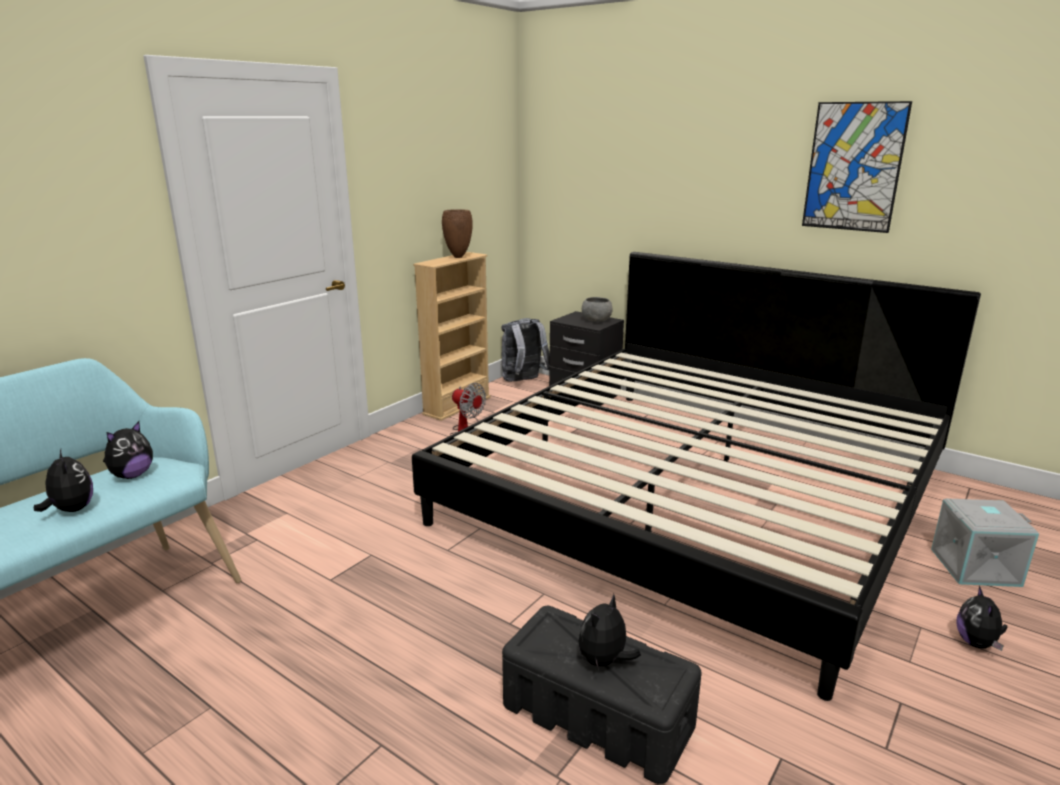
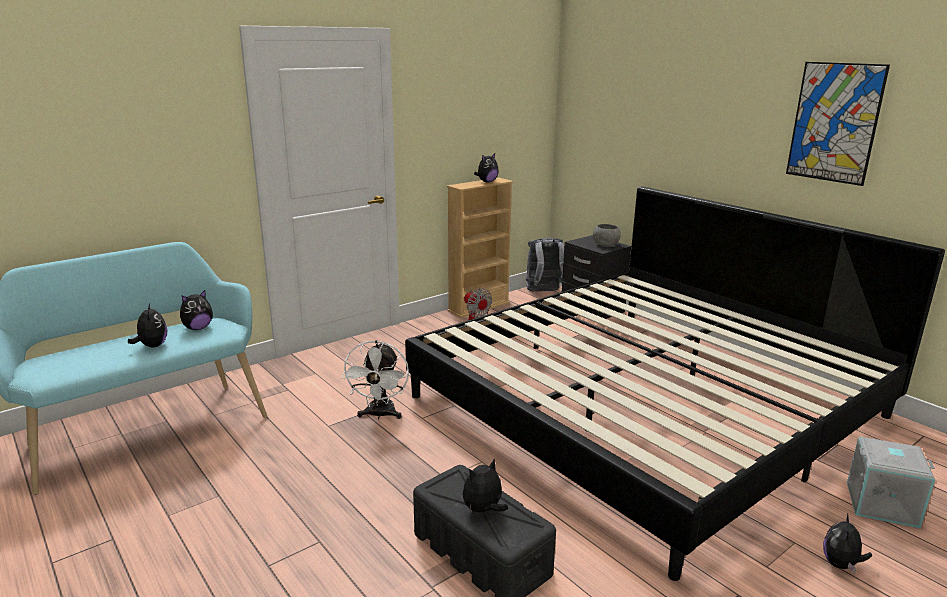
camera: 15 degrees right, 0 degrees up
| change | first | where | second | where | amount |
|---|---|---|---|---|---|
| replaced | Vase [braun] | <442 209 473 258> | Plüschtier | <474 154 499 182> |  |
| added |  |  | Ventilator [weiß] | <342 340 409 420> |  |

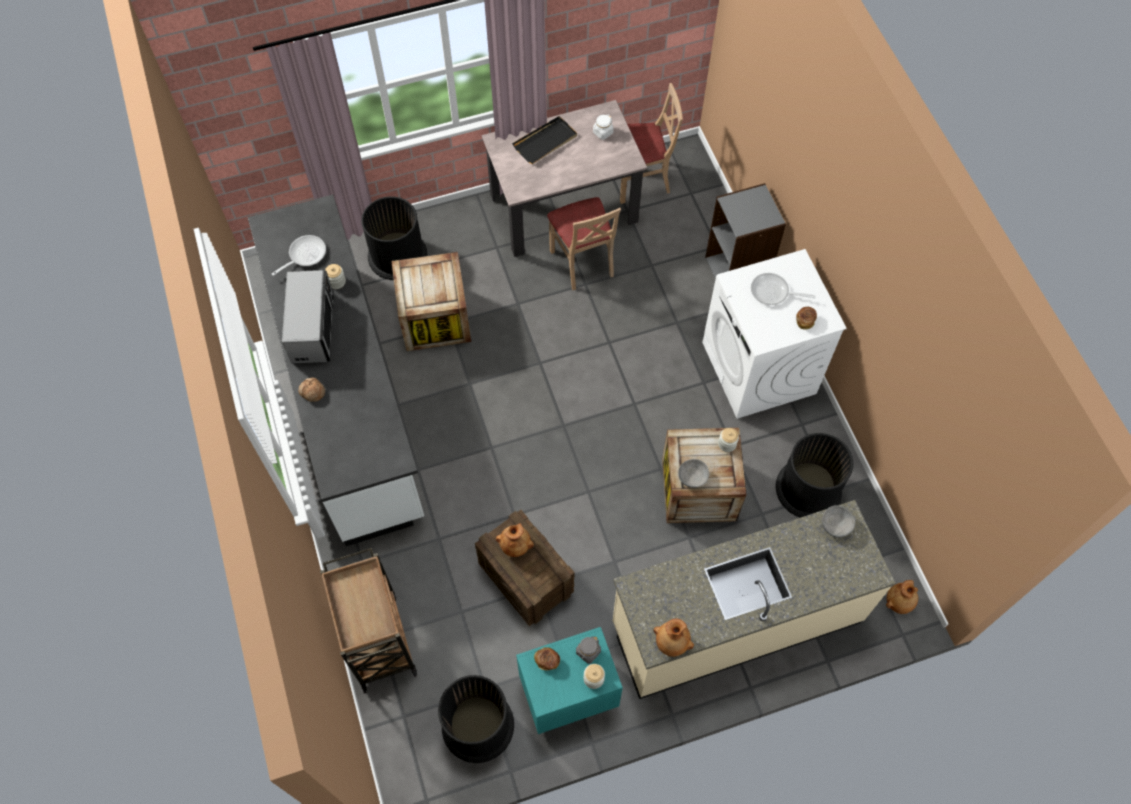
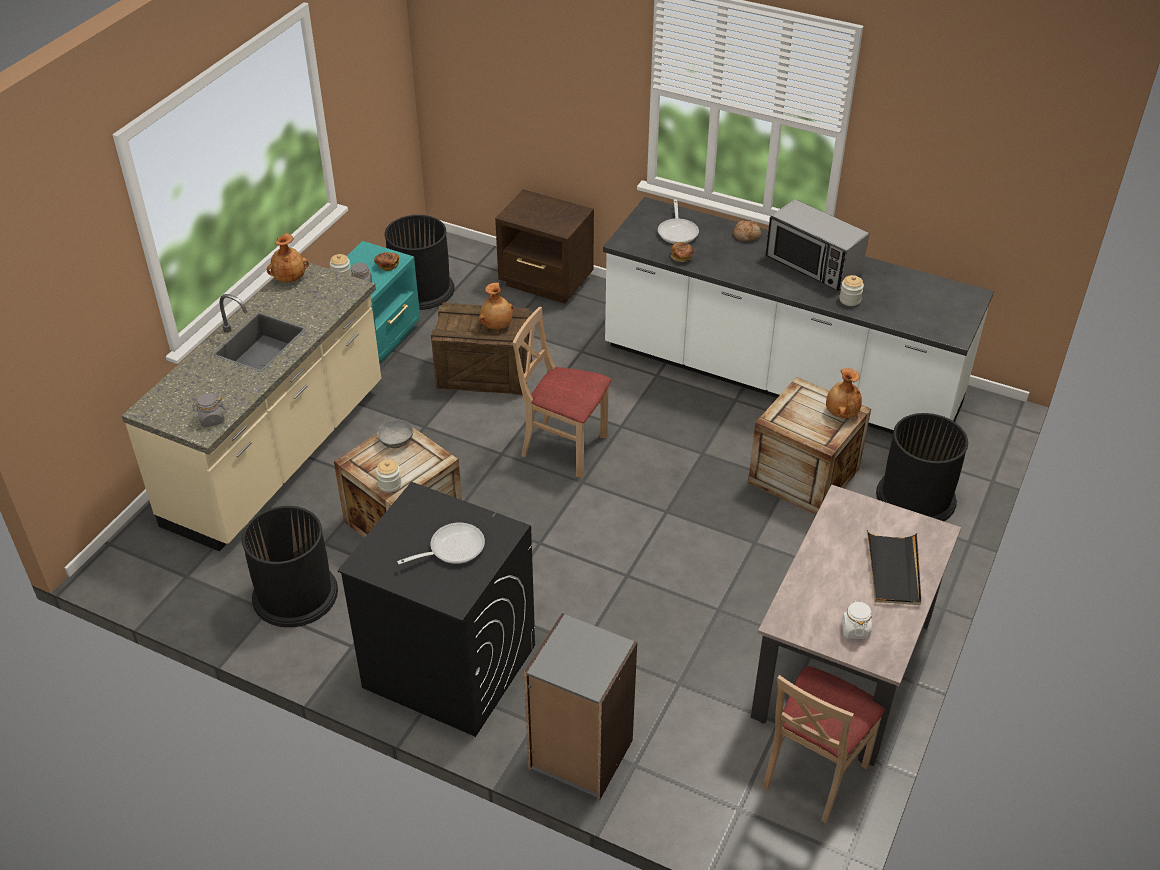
camera: 135 degrees right, 20 degrees down
| change | first | where | second | where | amount |
|---|---|---|---|---|---|
| moved | Stuhl [beige] | <547 197 621 290> |  | <513 307 611 478> |  |
| moved | Pfanne | <272 235 326 276> |  | <658 199 699 244> |  |
| recoloured | Waschmaschine [weiß] | <702 249 847 419> | Waschmaschine [schwarz] | <337 482 535 737> |  |
| moved | Brot | <796 307 817 330> |  | <671 242 694 262> |  |
| replaced | Schüssel [grau] | <822 505 855 538> | Vorratsglas [grau] | <192 393 225 427> |  |
| replaced | Rollwagen [braun] | <320 548 417 694> | Nachttisch [braun] | <495 189 594 304> |  |
| moved | Vase [braun] | <886 580 918 614> |  | <826 368 862 418> |  |

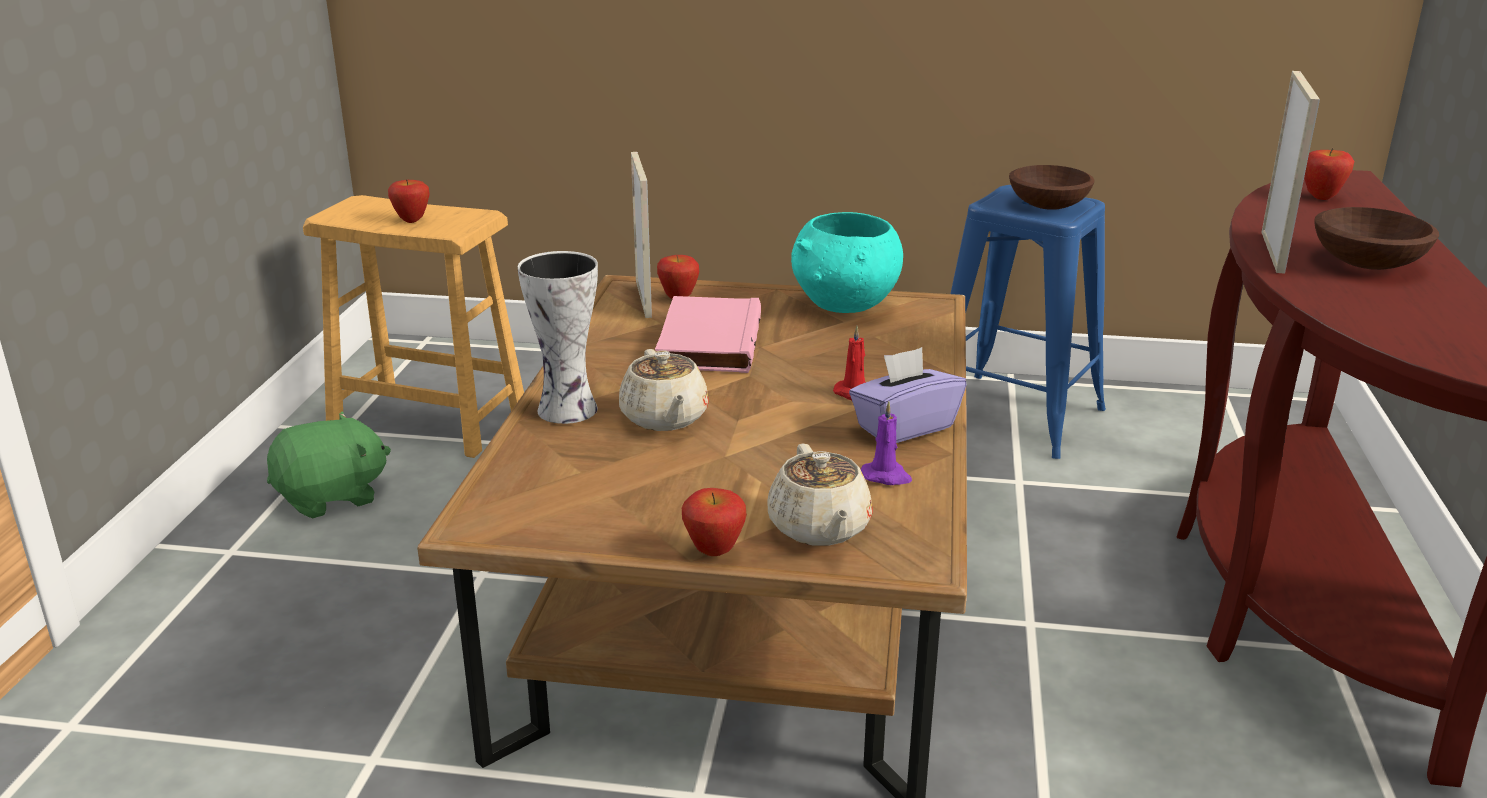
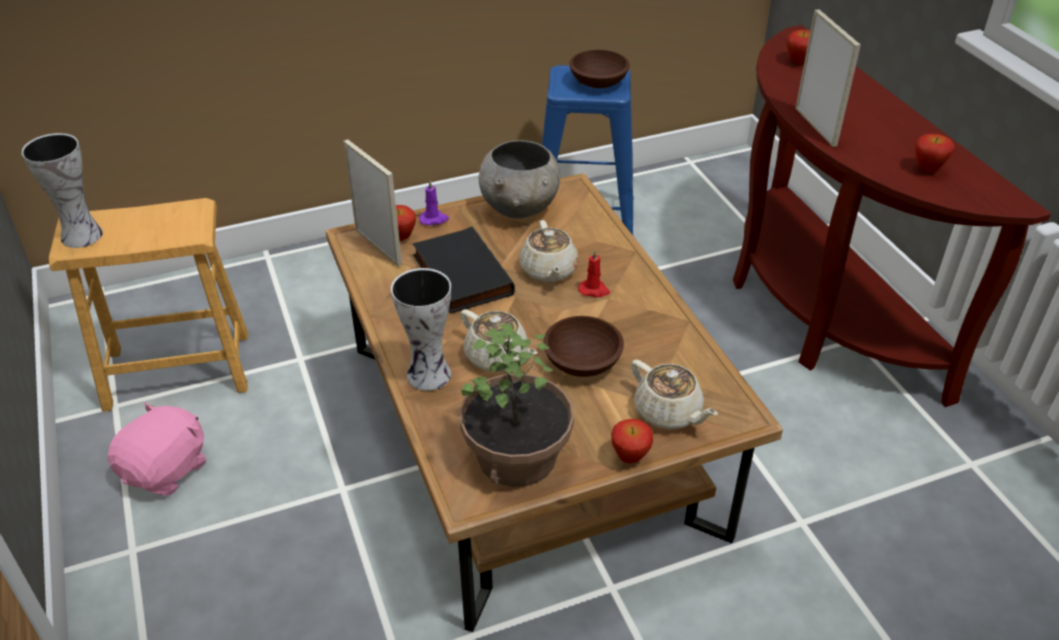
camera: 30 degrees left, 15 degrees up
| change | first | where | second | where | amount |
|---|---|---|---|---|---|
| moved | Apfel | <388 179 430 223> |  | <915 134 954 173> |  |
| moved | Schüssel [braun] | <1314 207 1439 270> |  | <543 316 624 377> |  |
| recoloured | Schüssel [türkis] | <791 212 903 313> | Schüssel [grau] | <479 140 560 218> |  |
| recoloured | Buch [rosa] | <655 296 761 373> | Buch [schwarz] | <413 226 515 314> |  |
| removed | Taschentuchbox [lila] | <849 347 967 443> |  |  |  |
| moved | Kerze [lila] | <861 401 912 485> |  | <419 180 449 225> |  |
| recoloured | Plüschtier [grün] | <267 412 391 519> | Plüschtier [rosa] | <108 402 206 496> |  |
| added |  |  | Vase | <21 133 103 248> |  |
| added |  |  | Teekanne [beige] | <519 220 578 282> |  |
| added |  |  | Topfpflanze | <460 323 574 487> |  |

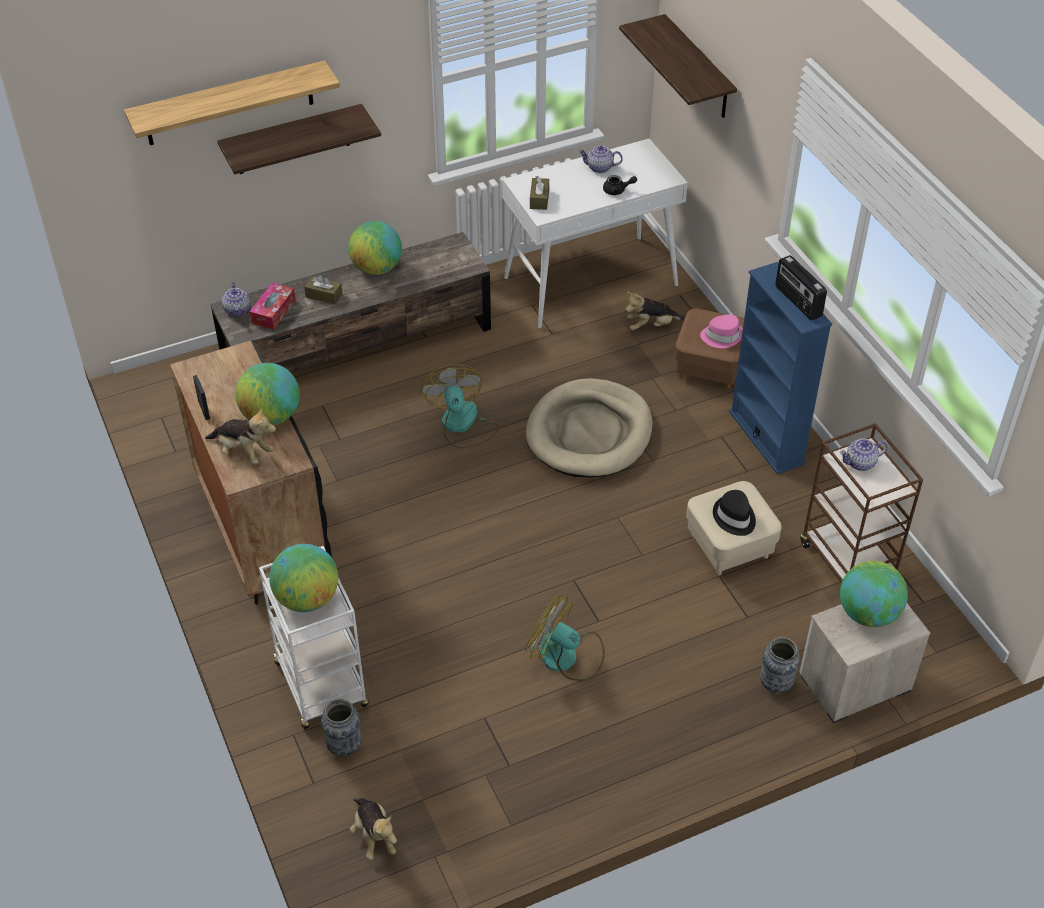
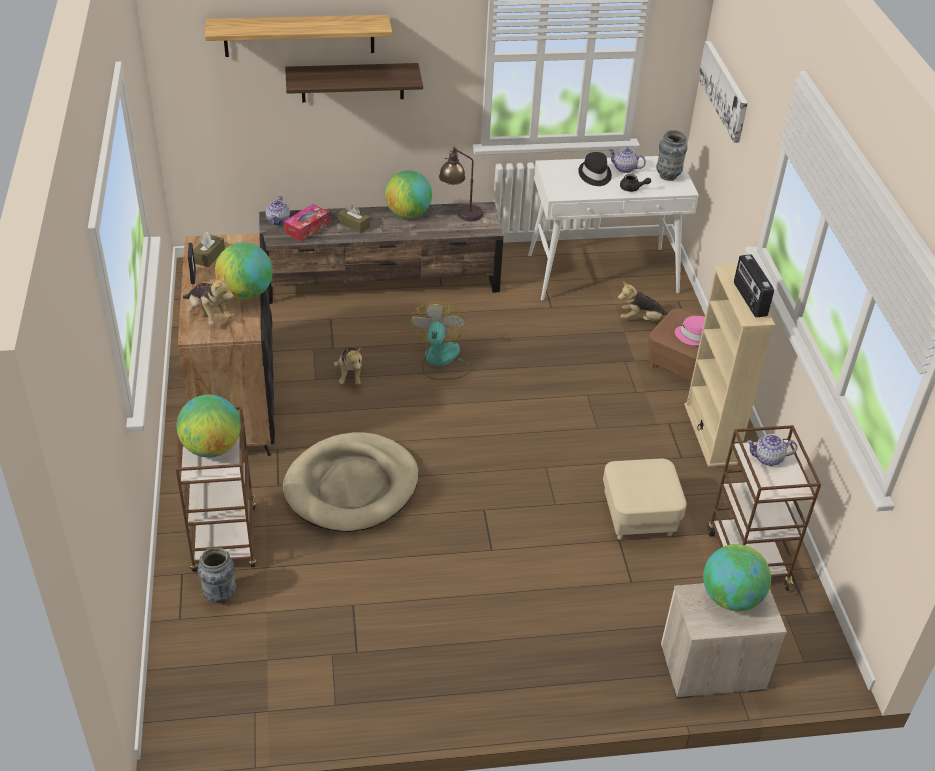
camera: 15 degrees right, 5 degrees down
| change | first | where | second | where | amount |
|---|---|---|---|---|---|
| replaced | Wandregal | <619 14 737 118> | Bild | <698 41 748 143> |  |
| moved | Taschentuchbox [braun] | <530 176 549 210> |  | <193 232 225 267> |  |
| recoloured | Bücherregal [blau] | <729 262 832 474> | Bücherregal [beige] | <684 264 775 467> |  |
| moved | Hundebett [beige] | <526 378 653 478> |  | <283 432 419 532> |  |
| moved | Hut [schwarz] | <713 490 756 536> |  | <578 152 612 186> |  |
| recoloured | Rollwagen [weiß] | <259 546 369 729> | Rollwagen [braun] | <176 406 257 572> |  |
| removed | Ventilator | <526 595 605 681> |  |  |  |
| moved | Vase | <760 637 800 694> |  | <656 130 688 181> |  |
| moved | Plüschtier | <350 798 397 860> |  | <334 347 362 385> |  |
| added |  |  | Tischlampe | <439 147 483 221> |  |

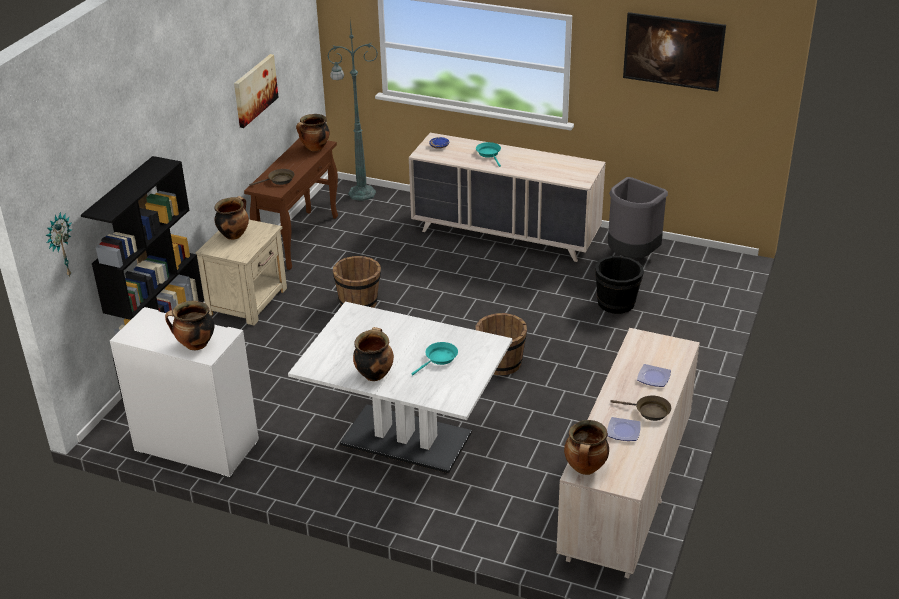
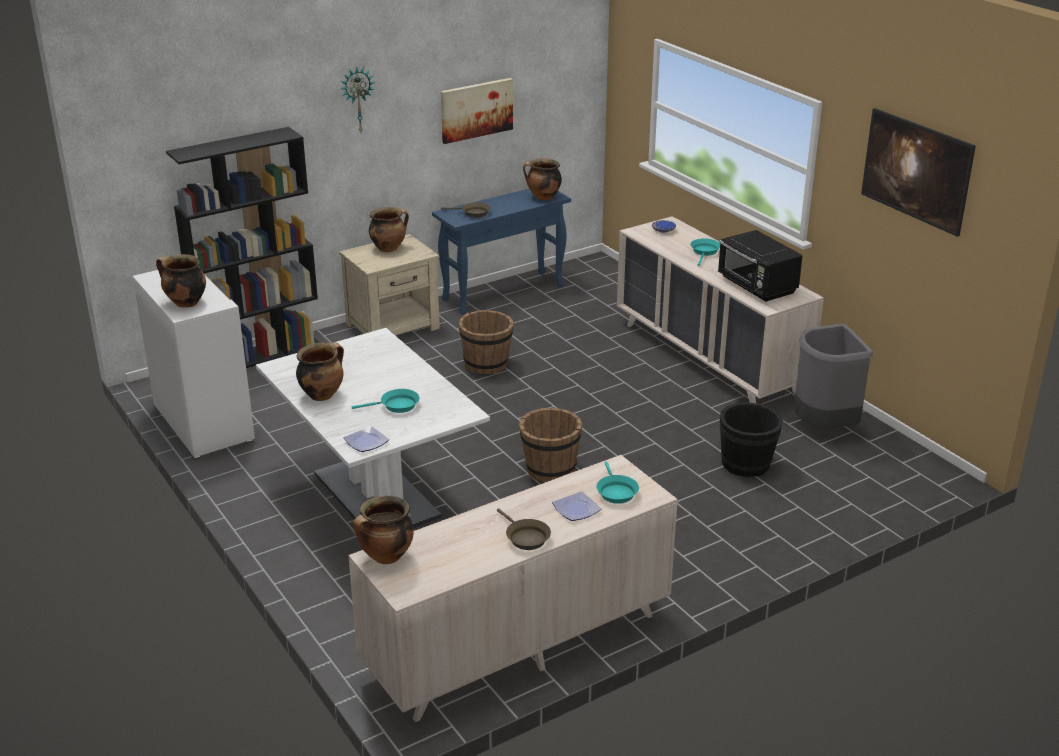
camera: 35 degrees right, 5 degrees down
| change | first | where | second | where | amount |
|---|---|---|---|---|---|
| removed | Stehlampe [grün] | <328 20 378 201> |  |  |  |
| recoloured | Konsolentisch [braun] | <244 138 338 270> | Konsolentisch [blau] | <432 189 571 315> |  |
| moved | Wanduhr | <46 212 72 277> |  | <341 67 375 132> |  |
| moved | Teller | <607 417 641 441> |  | <343 426 389 452> |  |
| added |  |  | Mikrowelle [schwarz] | <718 230 803 302> |  |
| added |  |  | Pfanne [türkis] | <596 461 639 504> |  |

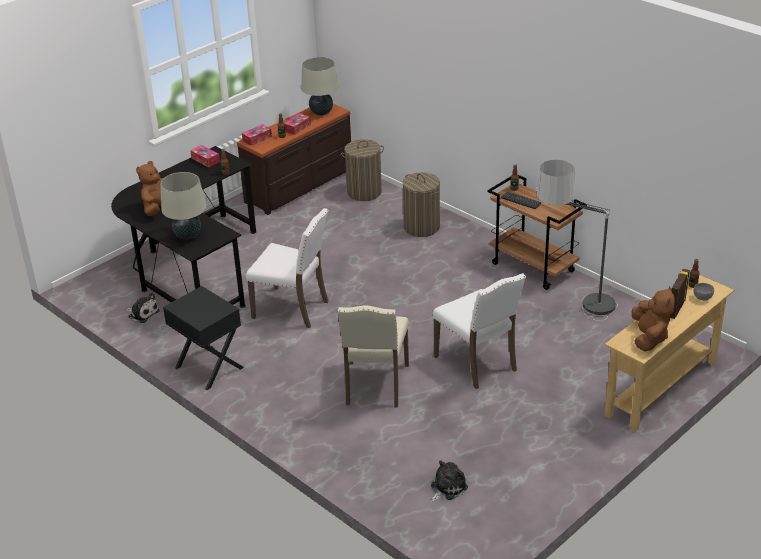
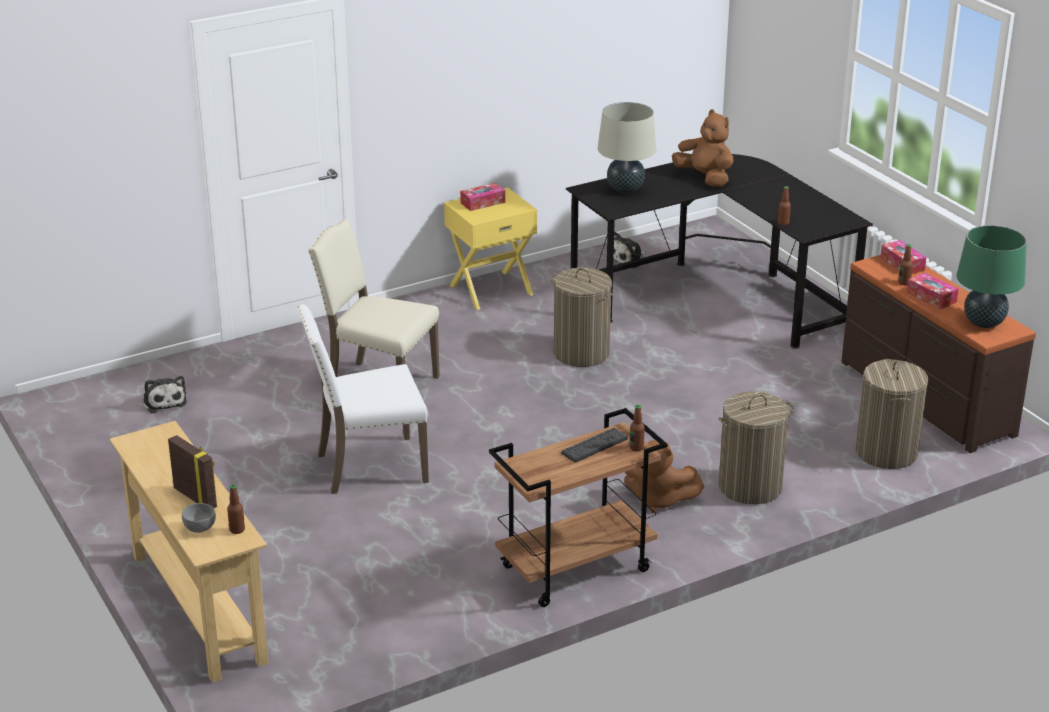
camera: 105 degrees right, 5 degrees down
| change | first | where | second | where | amount |
|---|---|---|---|---|---|
| recoloured | Tischlampe [beige] | <301 57 339 115> | Tischlampe [grün] | <956 225 1027 328> |  |
| moved | Taschentuchbox | <190 145 220 167> |  | <460 183 505 211> |  |
| removed | Stehlampe | <536 160 618 321> |  |  |  |
| replaced | Stuhl [weiß] | <246 208 329 328> | Wäschekorb | <551 268 614 367> |  |
| recoloured | Nachttisch [schwarz] | <163 286 244 390> | Nachttisch [gelb] | <444 188 537 310> |  |
| moved | Plüschtier [braun] | <632 287 675 352> |  | <624 440 704 513> |  |

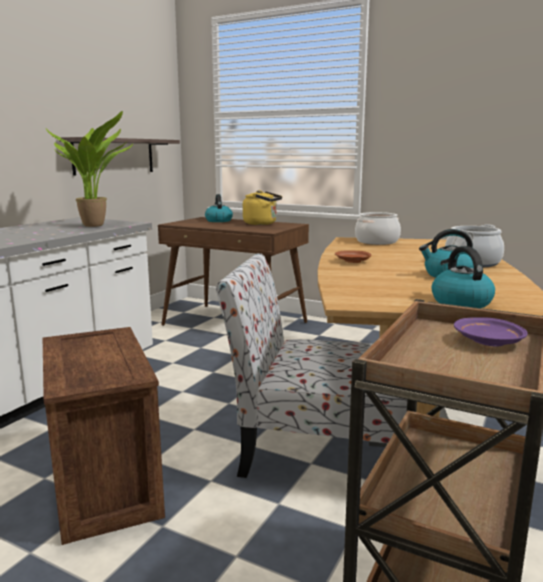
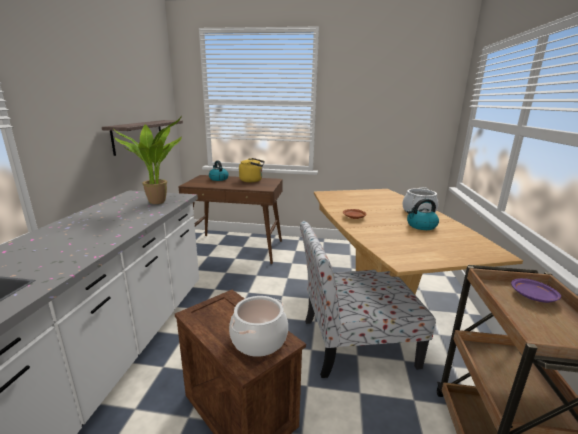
camera: 20 degrees left, 5 degrees up
| change | first | where | second | where | amount |
|---|---|---|---|---|---|
| moved | Kochtopf | <355 212 401 245> |  | <229 296 288 357> |  |
| removed | Wasserkessel | <432 246 495 308> |  |  |  |

